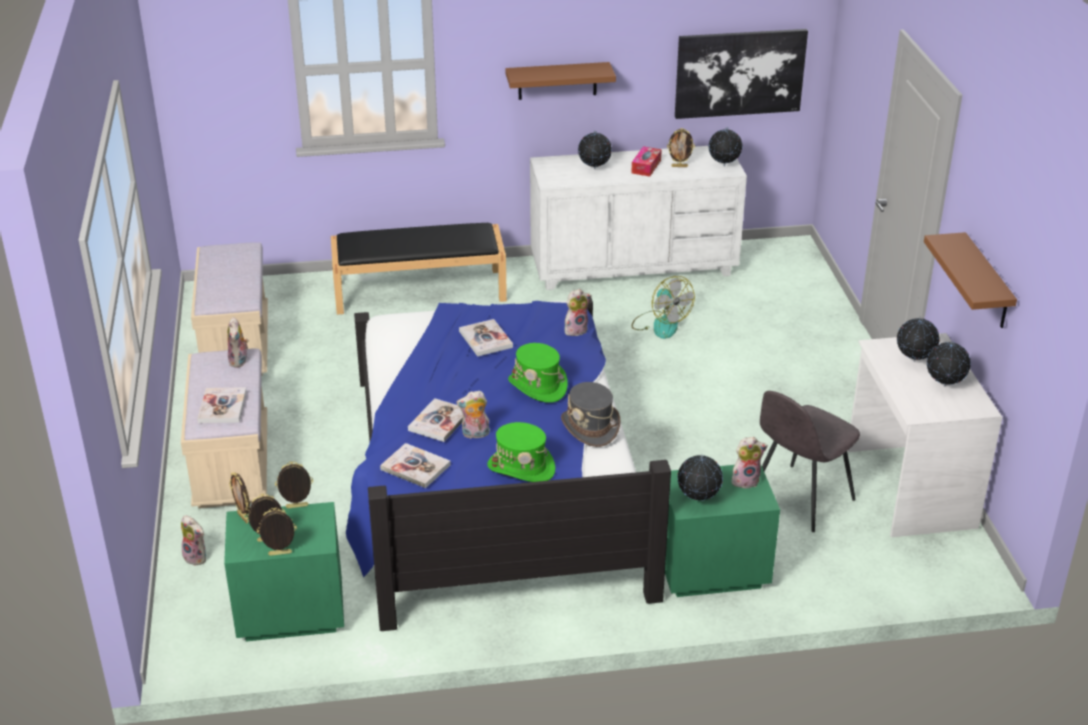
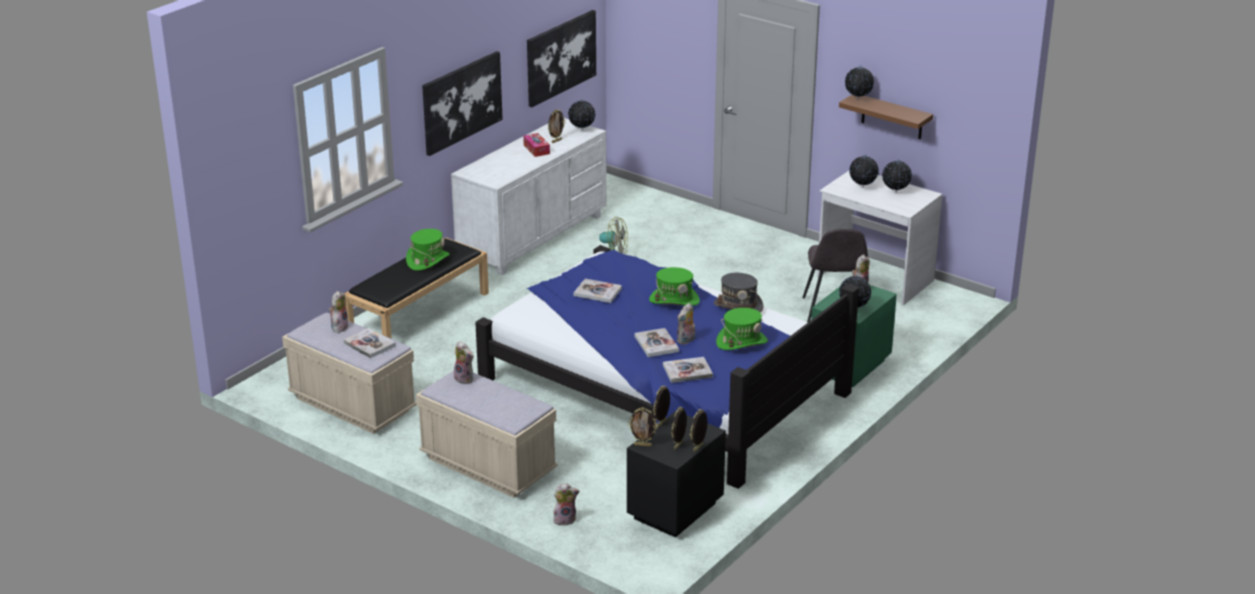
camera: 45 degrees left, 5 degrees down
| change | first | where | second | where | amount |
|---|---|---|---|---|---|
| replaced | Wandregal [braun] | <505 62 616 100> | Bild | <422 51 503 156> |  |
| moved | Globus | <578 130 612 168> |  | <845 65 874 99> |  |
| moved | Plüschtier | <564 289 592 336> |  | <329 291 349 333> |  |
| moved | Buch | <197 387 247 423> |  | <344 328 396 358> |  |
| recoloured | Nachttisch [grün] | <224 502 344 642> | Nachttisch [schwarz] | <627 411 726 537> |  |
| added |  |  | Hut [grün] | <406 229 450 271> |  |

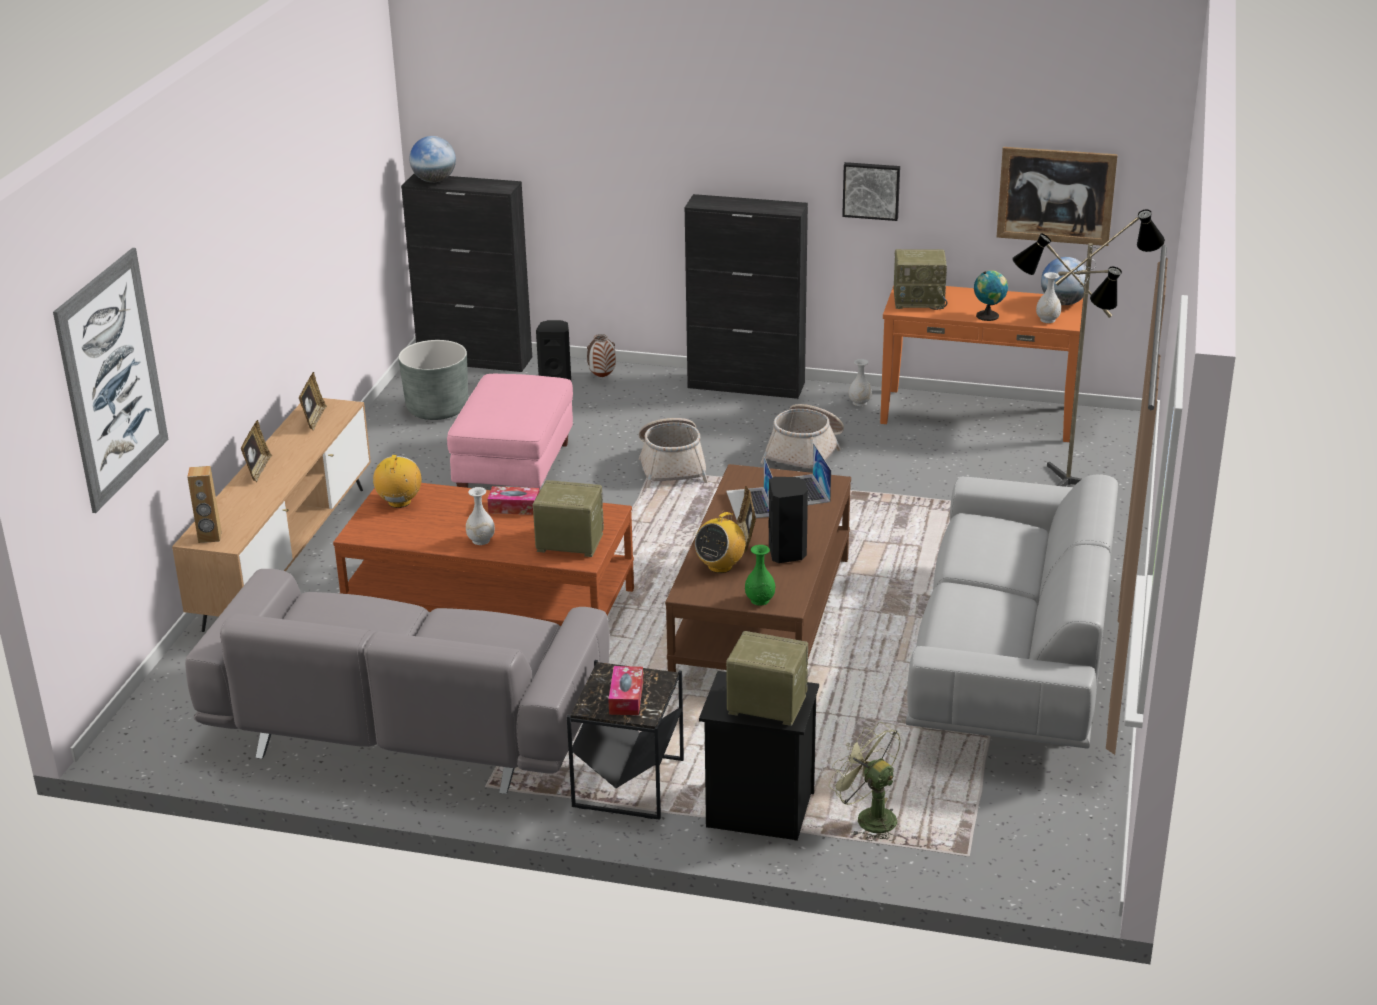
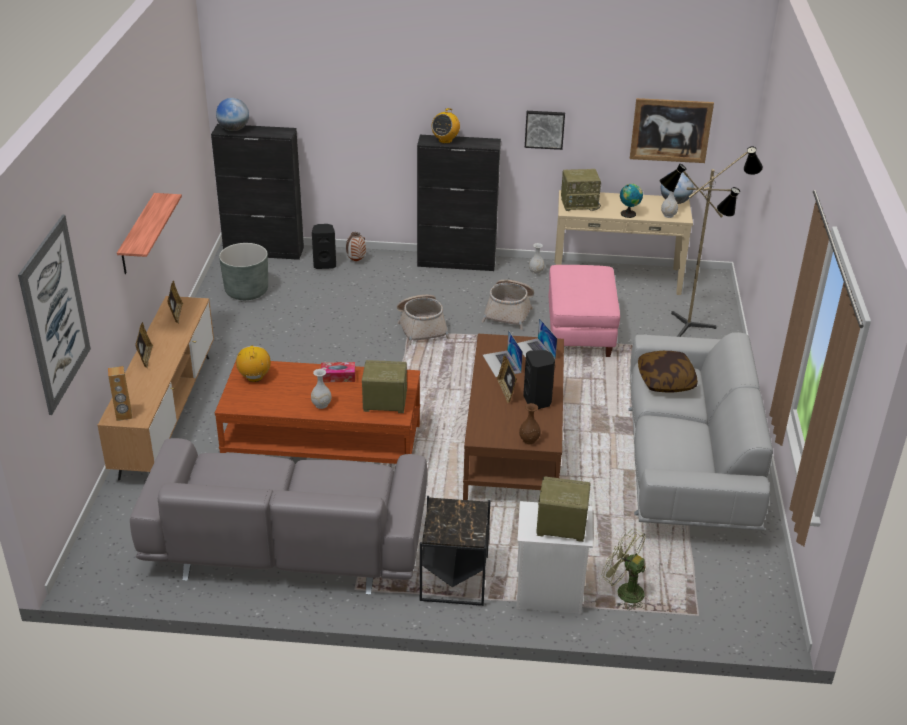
camera: 10 degrees left, 5 degrees up
| change | first | where | second | where | amount |
|---|---|---|---|---|---|
| recoloured | Konsolentisch [orange] | <880 285 1083 442> | Konsolentisch [beige] | <555 190 693 295> |  |
| moved | Polsterhocker [rosa] | <447 374 573 491> |  | <549 265 620 357> |  |
| moved | Radio | <695 510 746 573> |  | <432 108 460 144> |  |
| recoloured | Vase [grün] | <745 545 775 606> | Vase [braun] | <519 403 541 444> |  |
| removed | Taschentuchbox | <608 666 643 715> |  |  |  |
| recoloured | Nachttisch [schwarz] | <699 671 819 841> | Nachttisch [weiß] | <516 501 593 614> |  |
| added |  |  | Wandregal | <117 193 182 274> |  |
| added |  |  | Kissen | <638 351 698 393> |  |

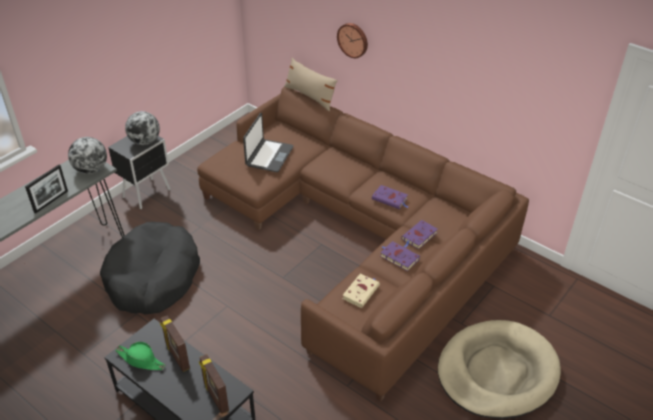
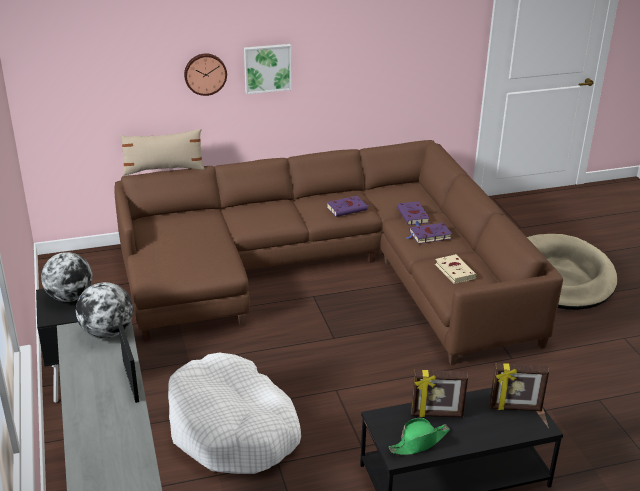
camera: 55 degrees left, 10 degrees down
| change | first | where | second | where | amount |
|---|---|---|---|---|---|
| removed | Laptop | <243 113 294 172> |  |  |  |
| recoloured | Hundebett [schwarz] | <100 222 200 314> | Hundebett [weiß] | <168 353 301 474> |  |
| added |  |  | Bild | <244 44 292 94> |  |

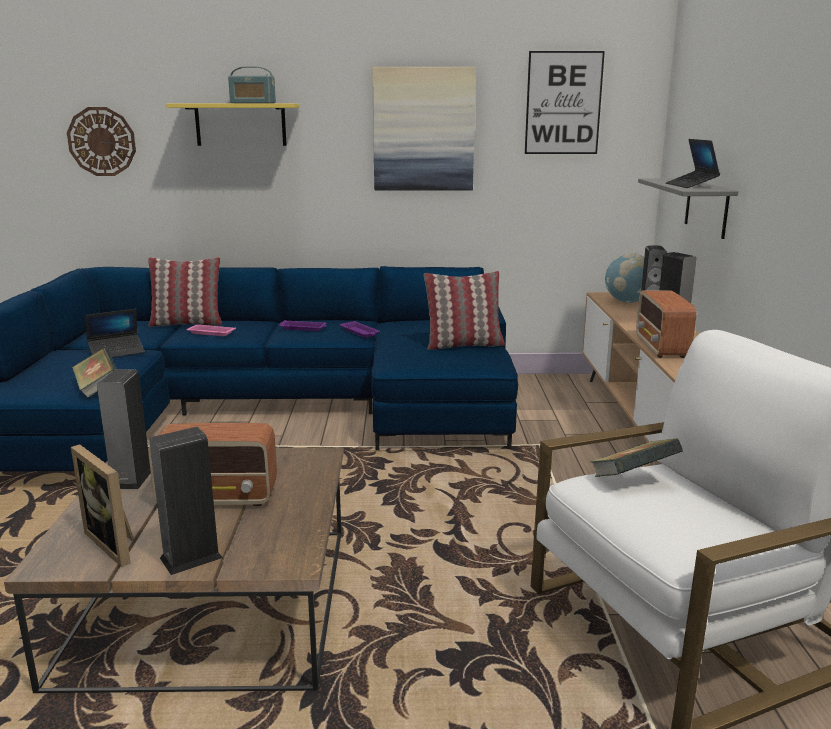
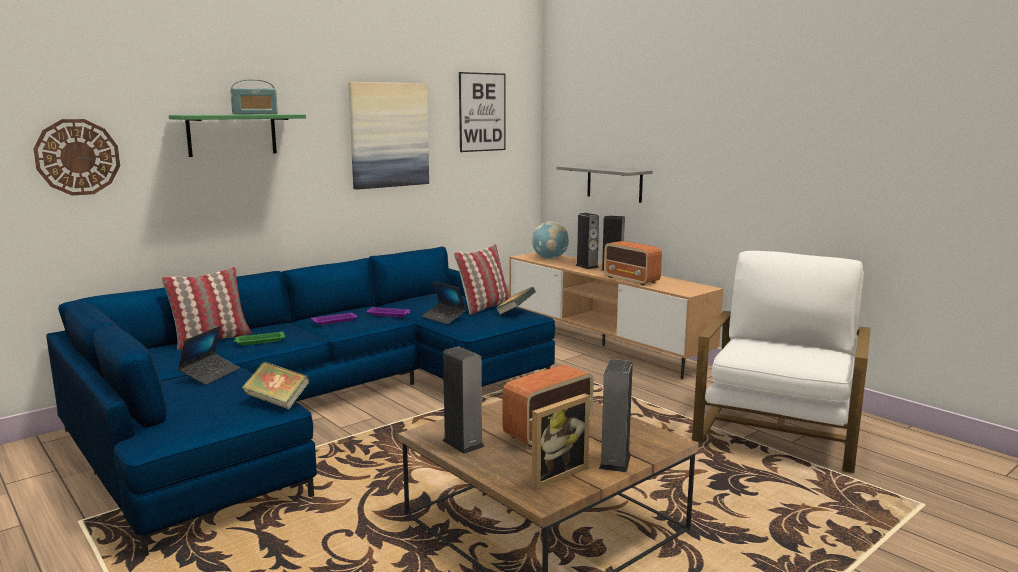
camera: 40 degrees left, 5 degrees down
| change | first | where | second | where | amount |
|---|---|---|---|---|---|
| recoloured | Wandregal [gelb] | <166 103 300 146> | Wandregal [grün] | <169 114 306 157> |  |
| moved | Laptop | <666 139 720 188> |  | <422 281 466 325> |  |
| recoloured | Tablett [rosa] | <186 325 236 336> | Tablett [grün] | <234 331 285 346> |  |
| moved | Buch | <590 439 683 477> |  | <496 287 536 315> |  |
| turned | Bilderrahmen | <71 444 134 567> |  | <532 393 590 490> | 45 degrees counterclockwise |

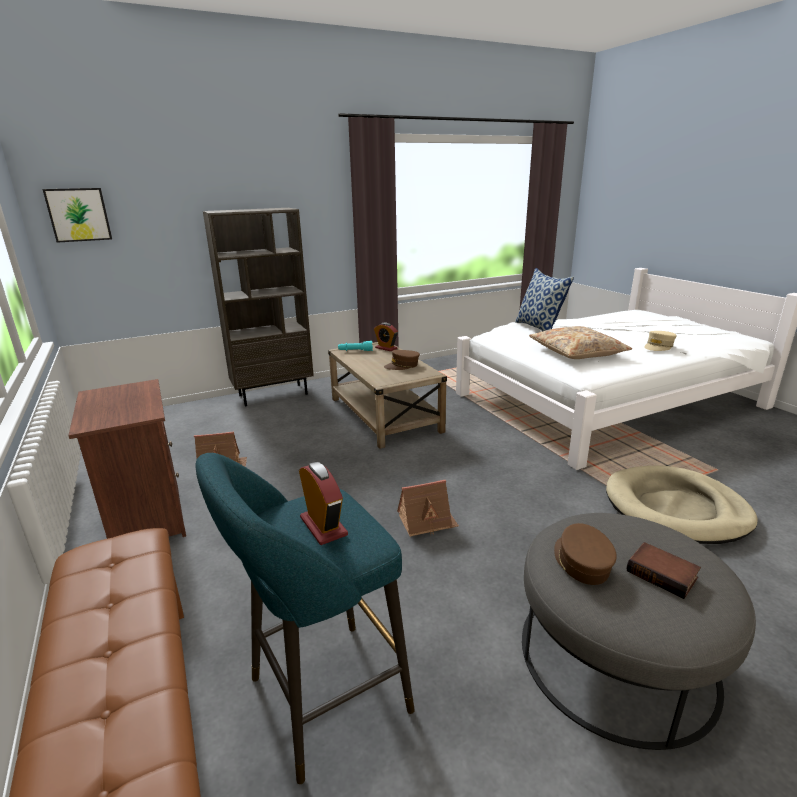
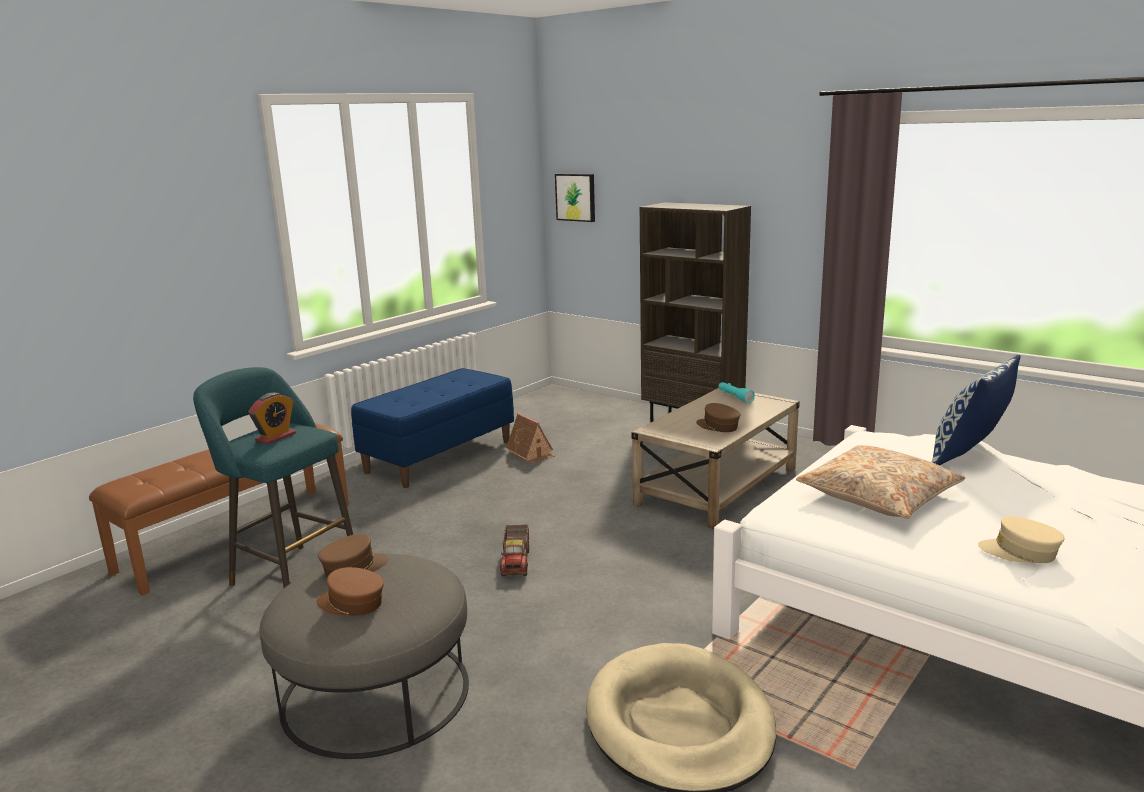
camera: 65 degrees right, 5 degrees down
| change | first | where | second | where | amount |
|---|---|---|---|---|---|
| removed | Wecker | <374 323 398 351> |  |  |  |
| replaced | Nachttisch [braun] | <68 379 186 539> | Bank [blau] | <351 368 514 488> |  |
| replaced | Spielzeughaus | <397 480 459 537> | Spielzeuglaster | <500 524 529 576> |  |
| replaced | Buch | <627 542 701 599> | Kappe [braun] | <316 567 384 616> |  |

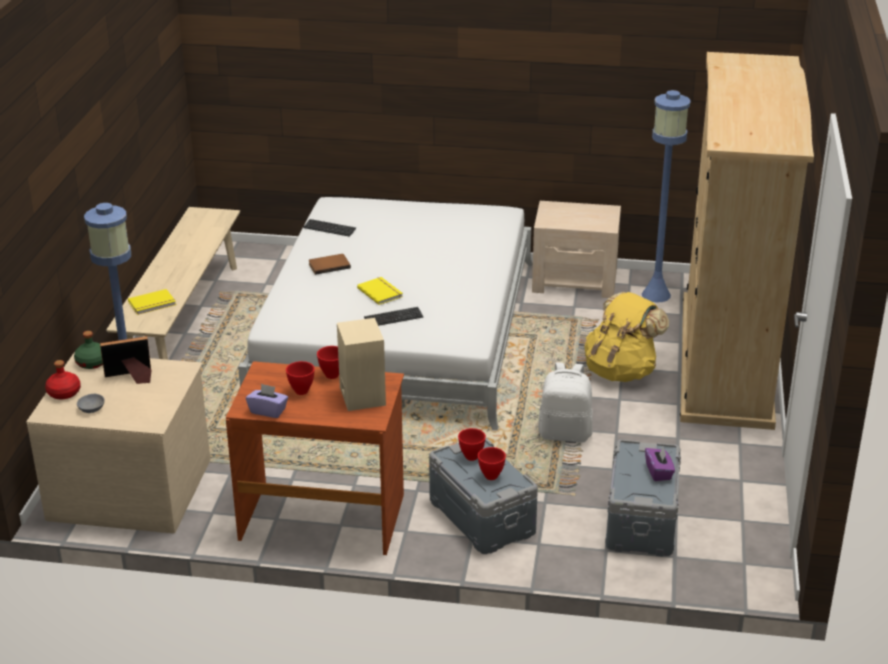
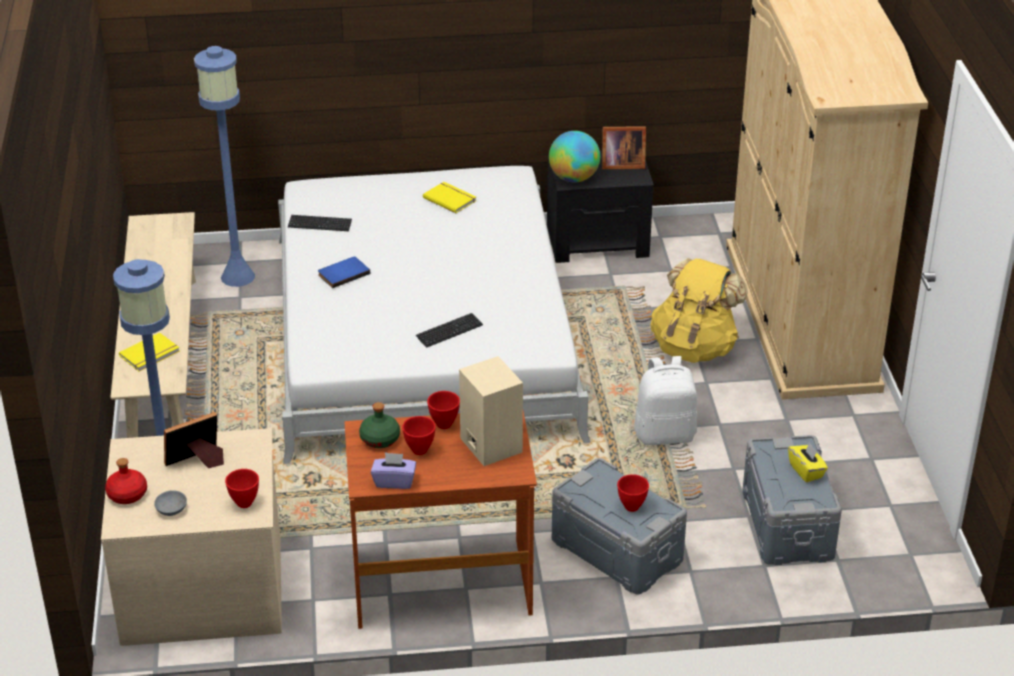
camera: 15 degrees left, 5 degrees up
| change | first | where | second | where | amount |
|---|---|---|---|---|---|
| moved | Stehlampe [blau] | <642 90 691 303> |  | <194 46 255 287> |  |
| recoloured | Nachttisch [beige] | <532 201 621 298> | Nachttisch [schwarz] | <547 151 654 263> |  |
| recoloured | Buch [braun] | <309 254 351 275> | Buch [blau] | <318 257 370 288> |  |
| moved | Buch [gelb] | <357 277 403 305> |  | <423 182 477 213> |  |
| moved | Flasche [grün] | <74 331 103 369> |  | <359 402 400 448> |  |
| moved | Schüssel [rot] | <458 428 486 461> |  | <225 469 259 508> |  |
| recoloured | Taschentuchbox [lila] | <645 447 675 481> | Taschentuchbox [gelb] | <788 442 828 482> |  |
| added |  |  | Bilderrahmen | <602 126 646 169> |  |
| added |  |  | Globus | <549 131 600 182> |  |

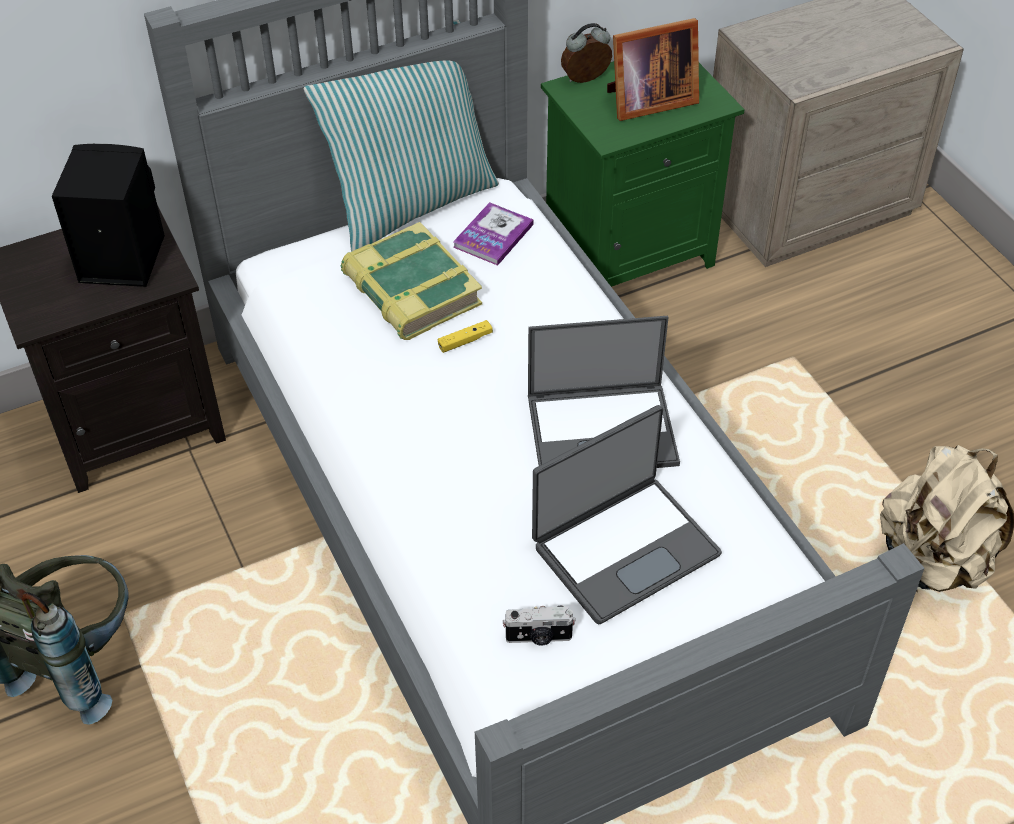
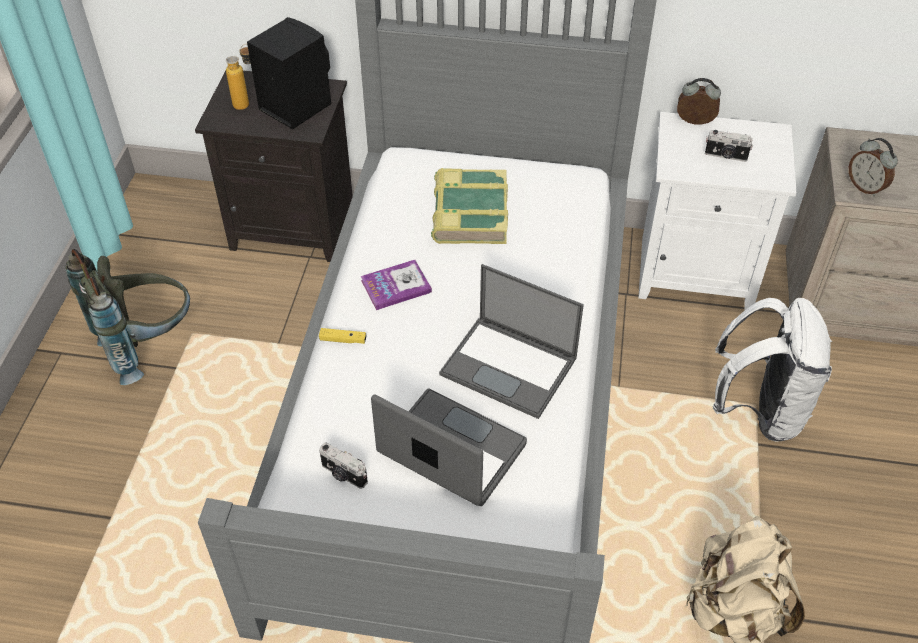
camera: 35 degrees right, 0 degrees up
| change | first | where | second | where | amount |
|---|---|---|---|---|---|
| replaced | Bilderrahmen | <607 18 699 121> | Kamera | <705 130 753 162> |  |
| removed | Kissen | <304 20 499 252> |  |  |  |
| recoloured | Nachttisch [grün] | <541 61 745 287> | Nachttisch [weiß] | <638 112 797 310> |  |
| moved | Buch | <453 202 533 266> |  | <361 260 432 310> |  |
| moved | Gamepad [gelb] | <438 320 493 353> |  | <319 328 366 344> |  |
| turned | Laptop | <532 405 722 624> |  | <371 388 527 506> | 150 degrees counterclockwise |
| added |  |  | Flasche | <226 44 251 110> |  |
| added |  |  | Wecker | <849 138 898 197> |  |
| added |  |  | Rucksack [weiß] | <713 298 832 441> |  |

